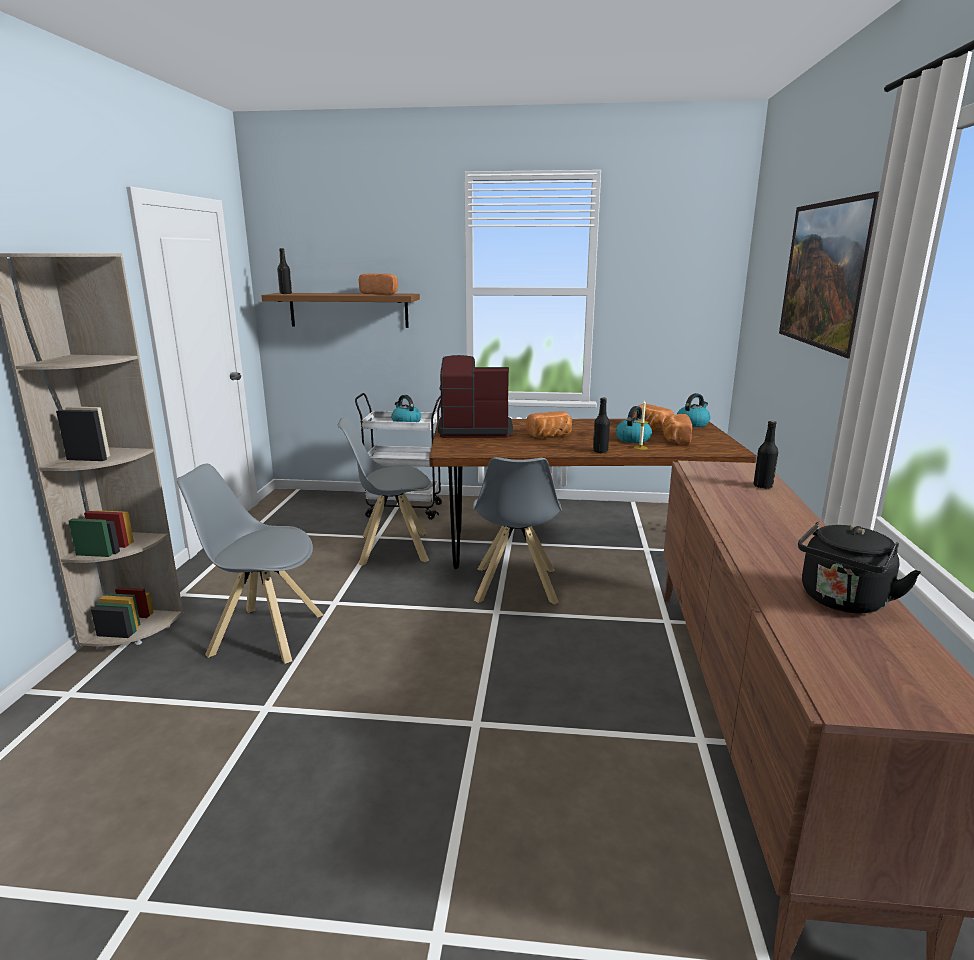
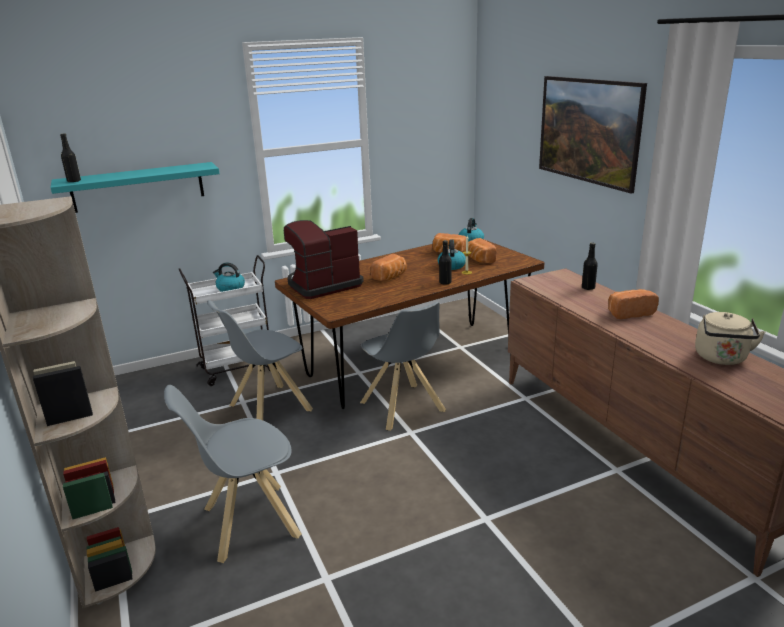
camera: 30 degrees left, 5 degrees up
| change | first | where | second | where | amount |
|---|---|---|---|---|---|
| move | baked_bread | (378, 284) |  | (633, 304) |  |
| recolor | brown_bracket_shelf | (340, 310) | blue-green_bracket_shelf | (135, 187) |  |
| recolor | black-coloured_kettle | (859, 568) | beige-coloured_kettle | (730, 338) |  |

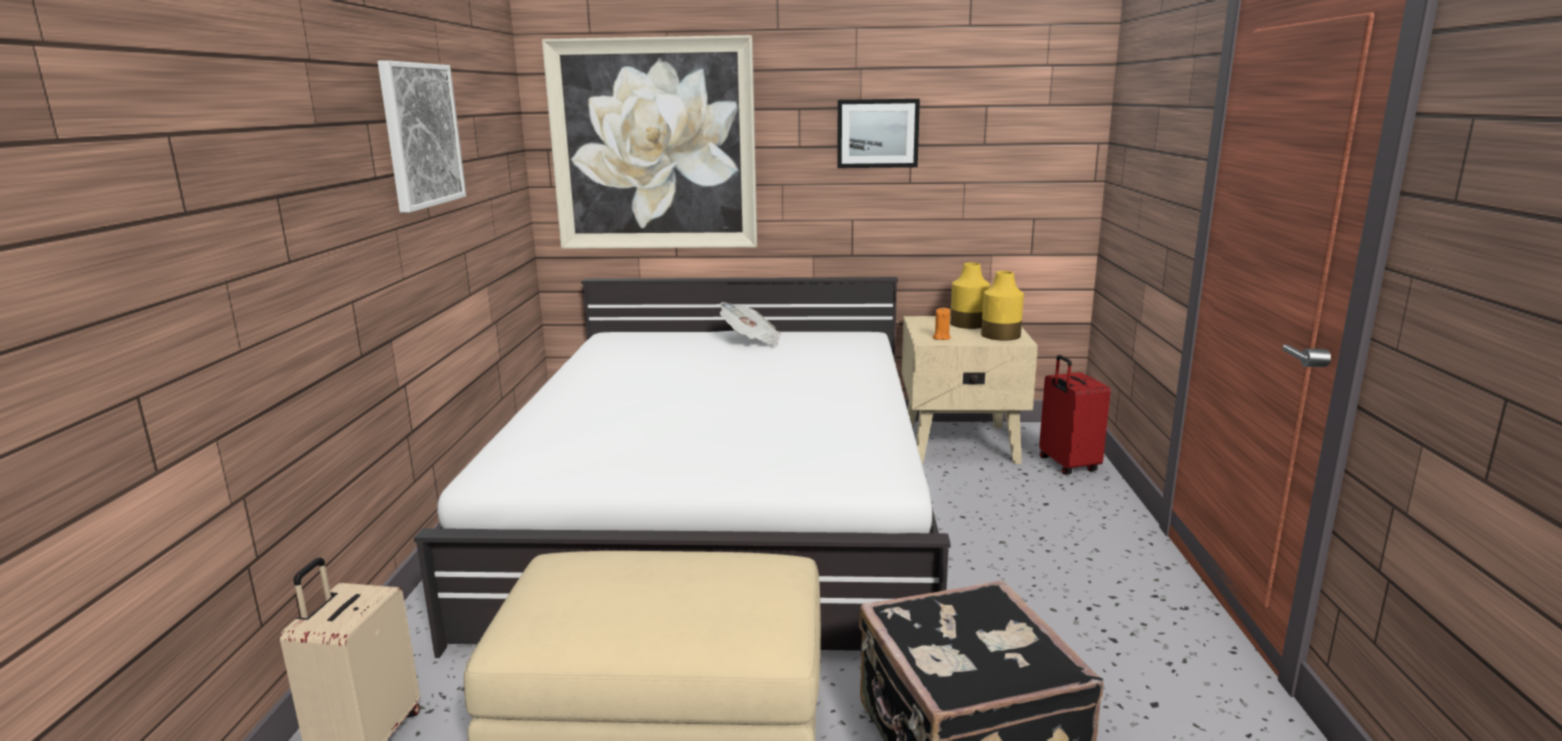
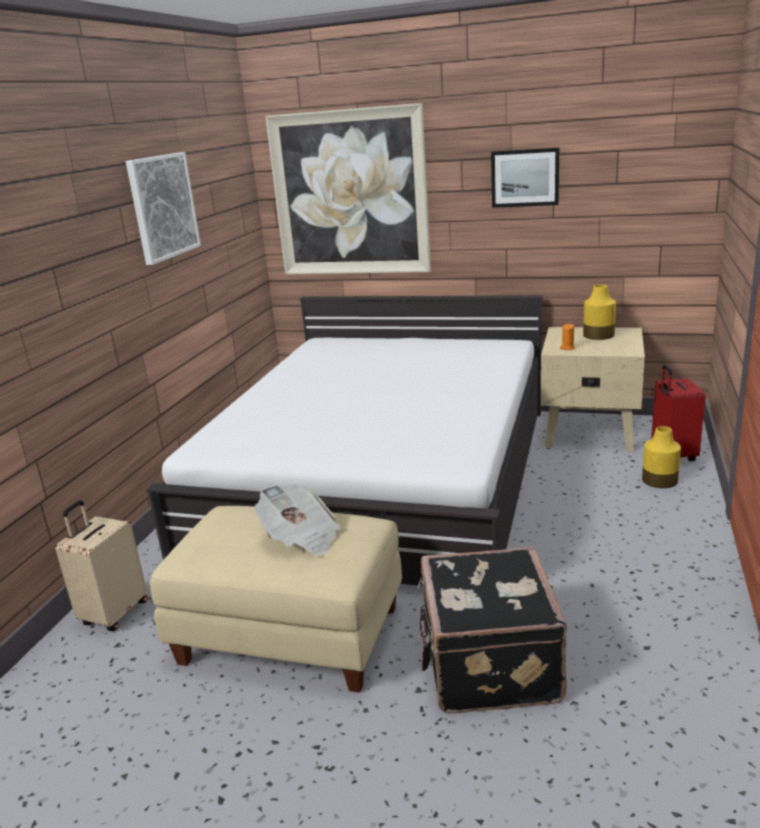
camera: 15 degrees right, 5 degrees up
| change | first | where | second | where | amount |
|---|---|---|---|---|---|
| move | yellow_vase | (1002, 305) |  | (661, 457) |  |
| move | daily_paper | (750, 324) |  | (297, 520) |  |

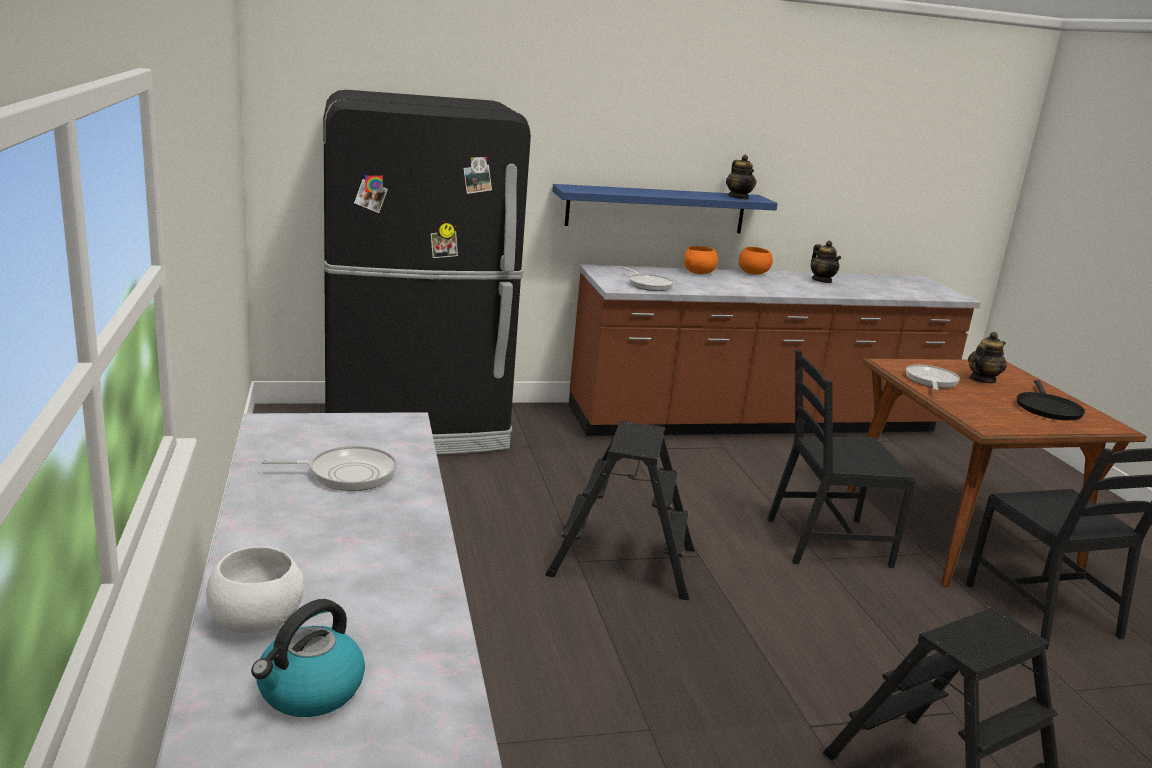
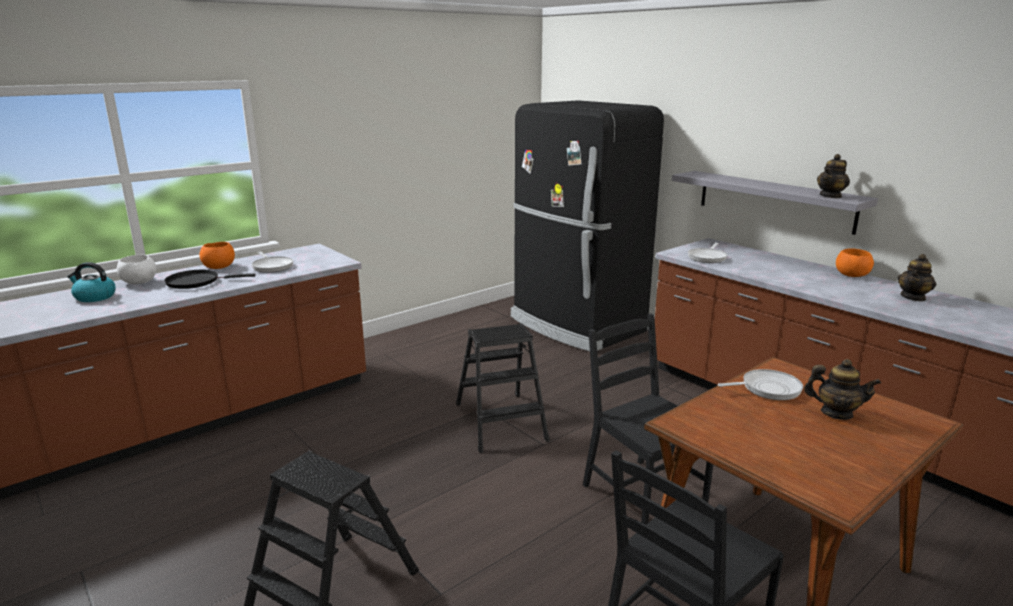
camera: 65 degrees right, 0 degrees up
| change | first | where | second | where | amount |
|---|---|---|---|---|---|
| recolor | blue-coloured_bracket_shelf | (665, 208) | grey_bracket_shelf | (775, 203) |  |
| move | orangey_serving_bowl | (701, 260) |  | (217, 255) |  |
| move | black-coloured_skillet | (1051, 400) |  | (210, 279) |  |

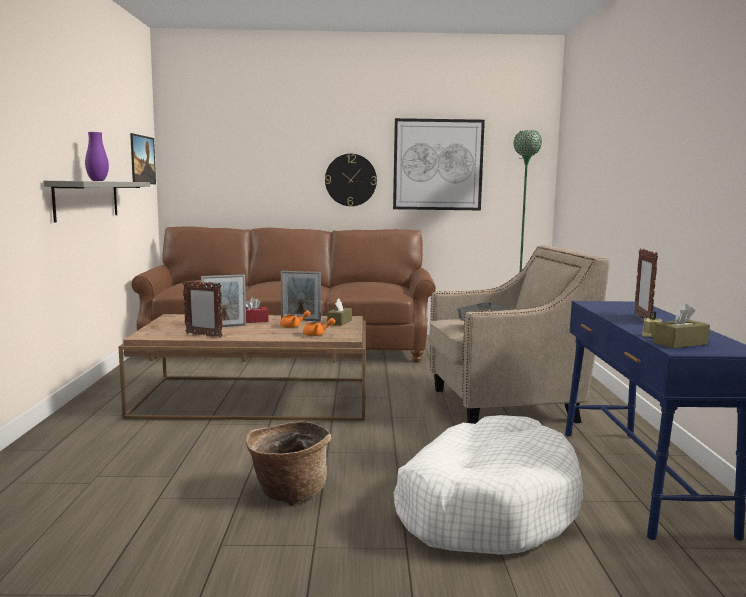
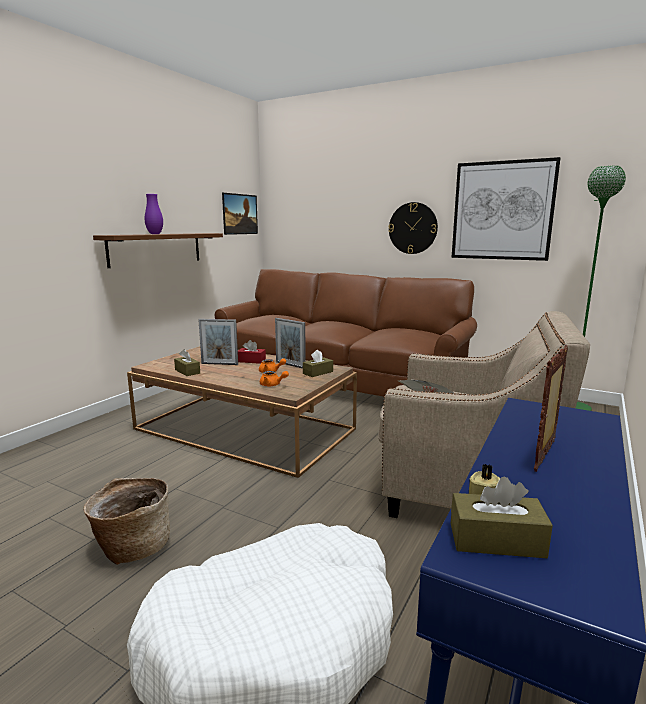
camera: 30 degrees right, 5 degrees up
| change | first | where | second | where | amount |
|---|---|---|---|---|---|
| recolor | grey_bracket_shelf | (96, 202) | brown_bracket_shelf | (158, 250) |  |
| replace | standing_frame | (203, 309) | brown_box_of_tissues | (187, 362) |  |

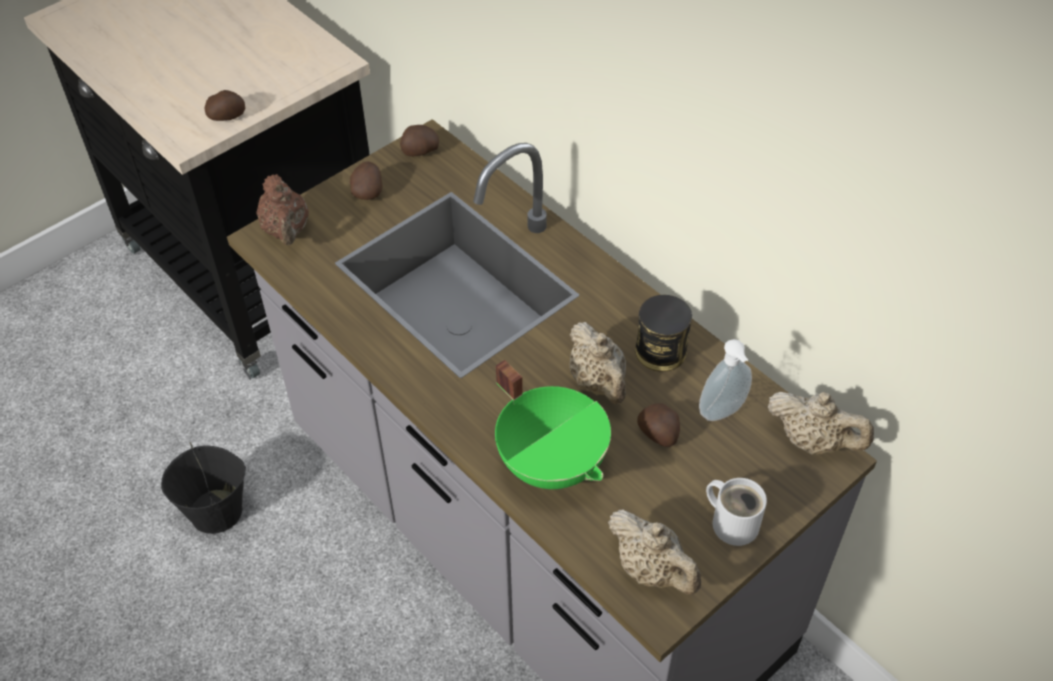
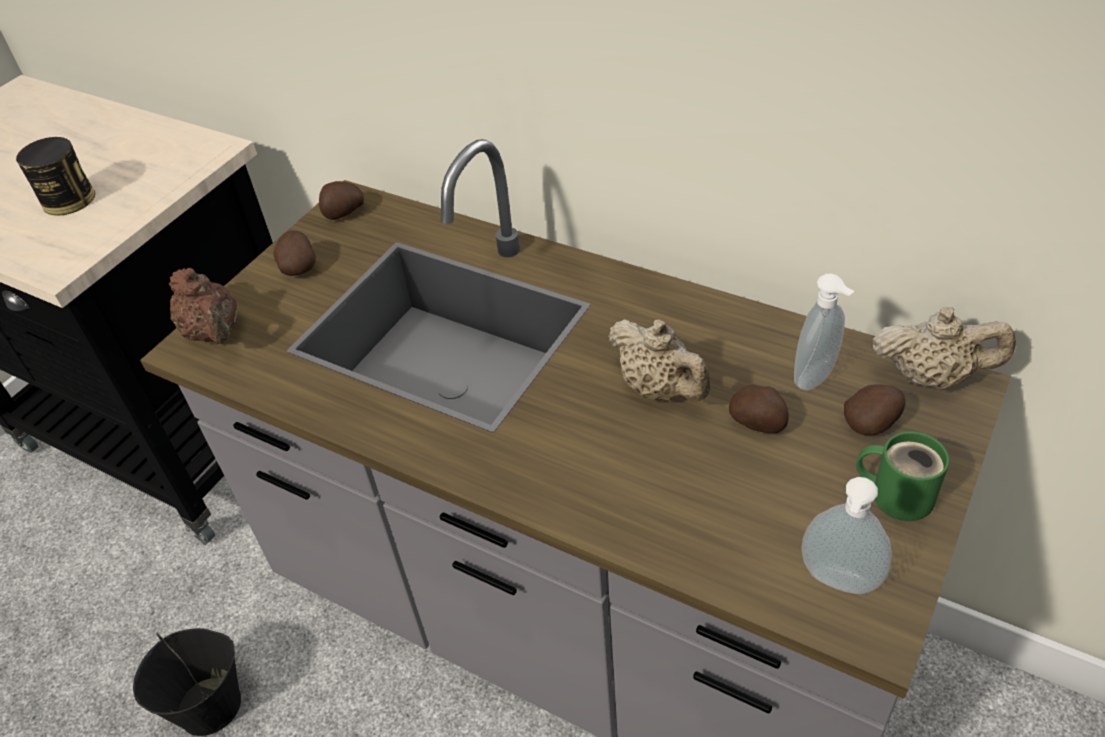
camera: 15 degrees left, 5 degrees down
| change | first | where | second | where | amount |
|---|---|---|---|---|---|
| move | potato | (224, 105) |  | (875, 410) |  |
| move | can | (663, 333) |  | (55, 176) |  |
| delete | green_cooking_pot | (553, 424) |  |  |  |
| recolor | white_tea_mug | (736, 512) | green_tea_mug | (902, 476) |  |
| replace | beige-coloured_tea_pot | (654, 552) | soap_dispenser | (846, 535) |  |

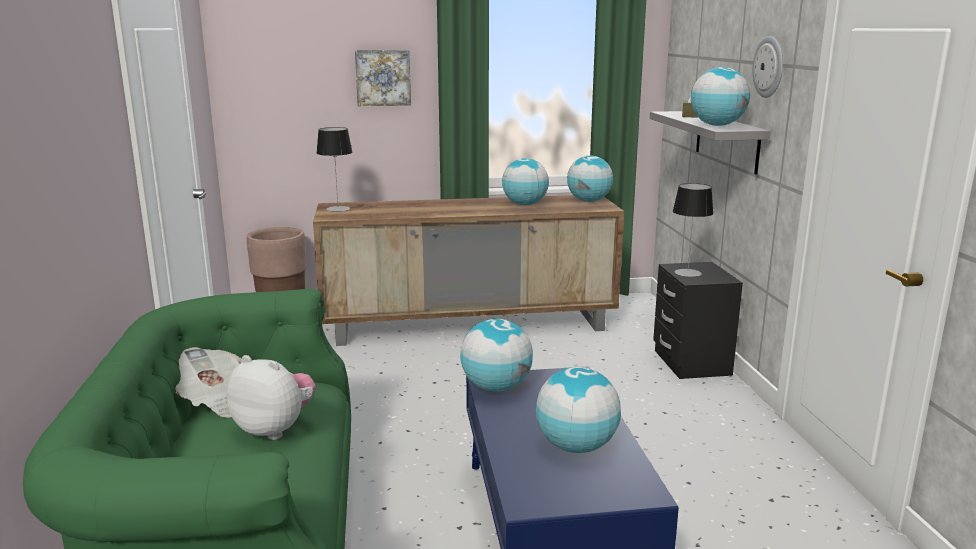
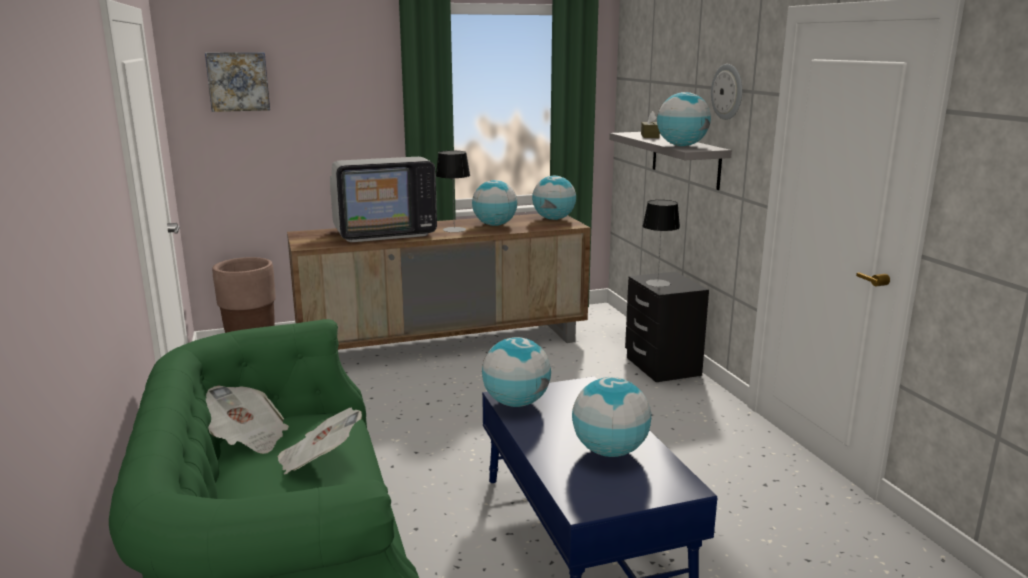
camera: 10 degrees left, 0 degrees up
| change | first | where | second | where | amount |
|---|---|---|---|---|---|
| move | wall_picture | (383, 78) |  | (237, 82) |  |
| move | tabletop_lamp | (334, 169) |  | (453, 191) |  |
| replace | cuddly_toy | (270, 397) | daily_paper | (320, 441) |  |
| insert |  |  | TV_set | (383, 199) |  |

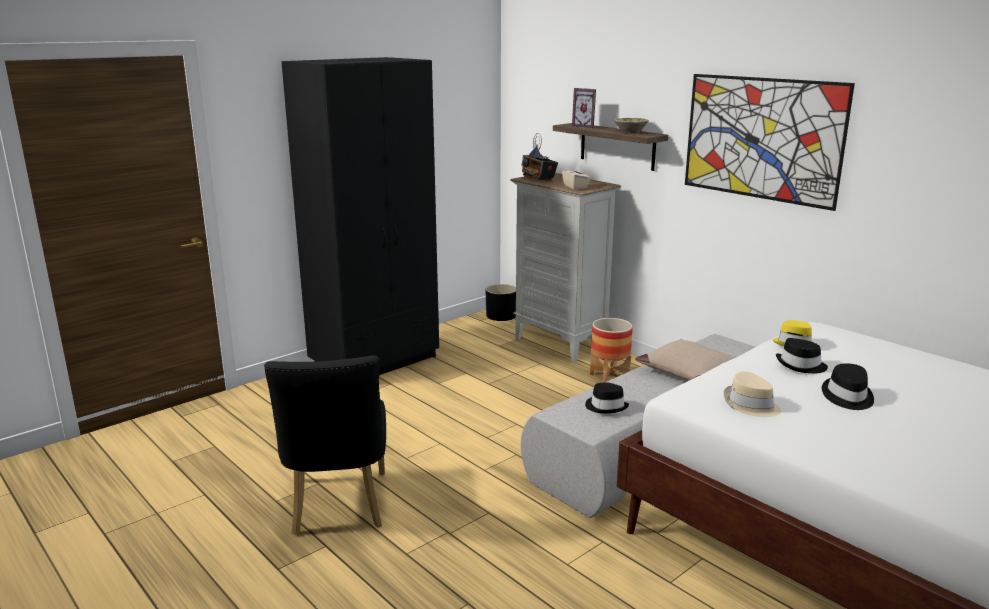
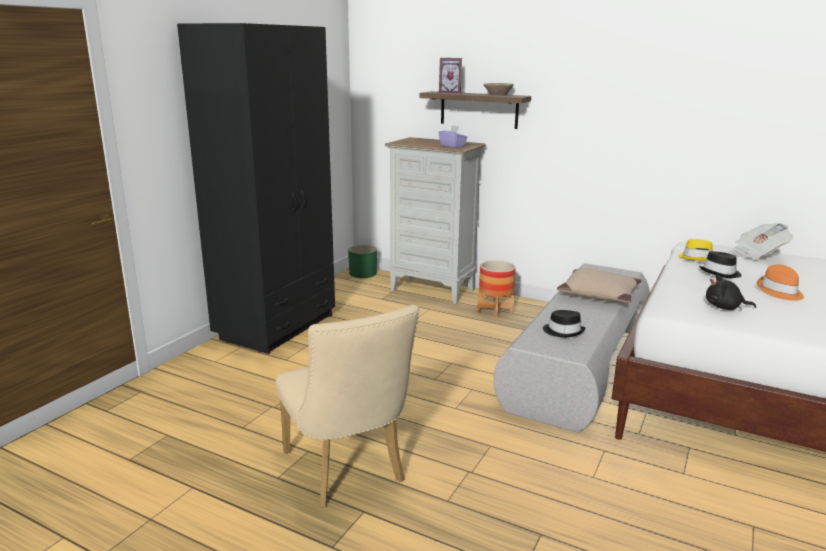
camera: 20 degrees left, 0 degrees up
| change | first | where | second | where | amount |
|---|---|---|---|---|---|
| delete | wall_picture | (770, 142) |  |  |  |
| delete | radio | (539, 157) |  |  |  |
| recolor | beige-coloured_box_of_tissues | (576, 177) | purple-coloured_box_of_tissues | (453, 136) |  |
| recolor | black-coloured_planter | (501, 302) | green_planter | (362, 261) |  |
| recolor | black-coloured_plain_chair | (325, 445) | beige-coloured_plain_chair | (347, 406) |  |
| recolor | black-coloured_wearable_hat | (848, 386) | orangey_wearable_hat | (780, 283) |  |
| replace | beige-coloured_wearable_hat | (752, 394) | black-coloured_cuddly_toy | (731, 292) |  |
| insert |  |  | daily_paper | (760, 241) |  |

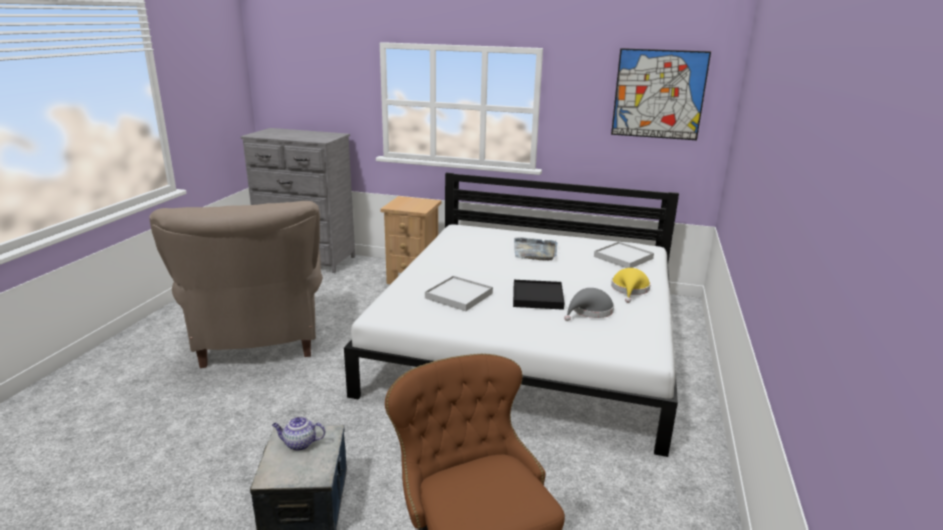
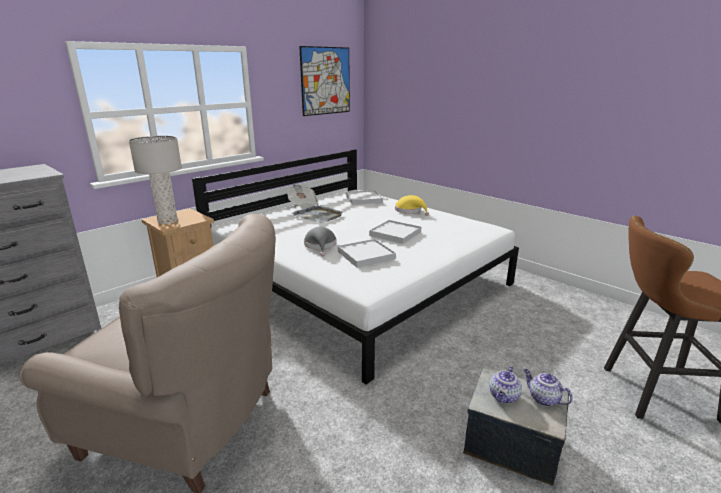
camera: 60 degrees left, 0 degrees up
| change | first | where | second | where | amount |
|---|---|---|---|---|---|
| recolor | black-coloured_carrying_tray | (539, 295) | white_carrying_tray | (395, 232) |  |
| move | grey_wearable_hat | (589, 304) |  | (320, 242) |  |
| insert |  |  | white_tabletop_lamp | (155, 180) |  |
| insert |  |  | daily_paper | (302, 196) |  |
| insert |  |  | tea_pot | (548, 387) |  |

